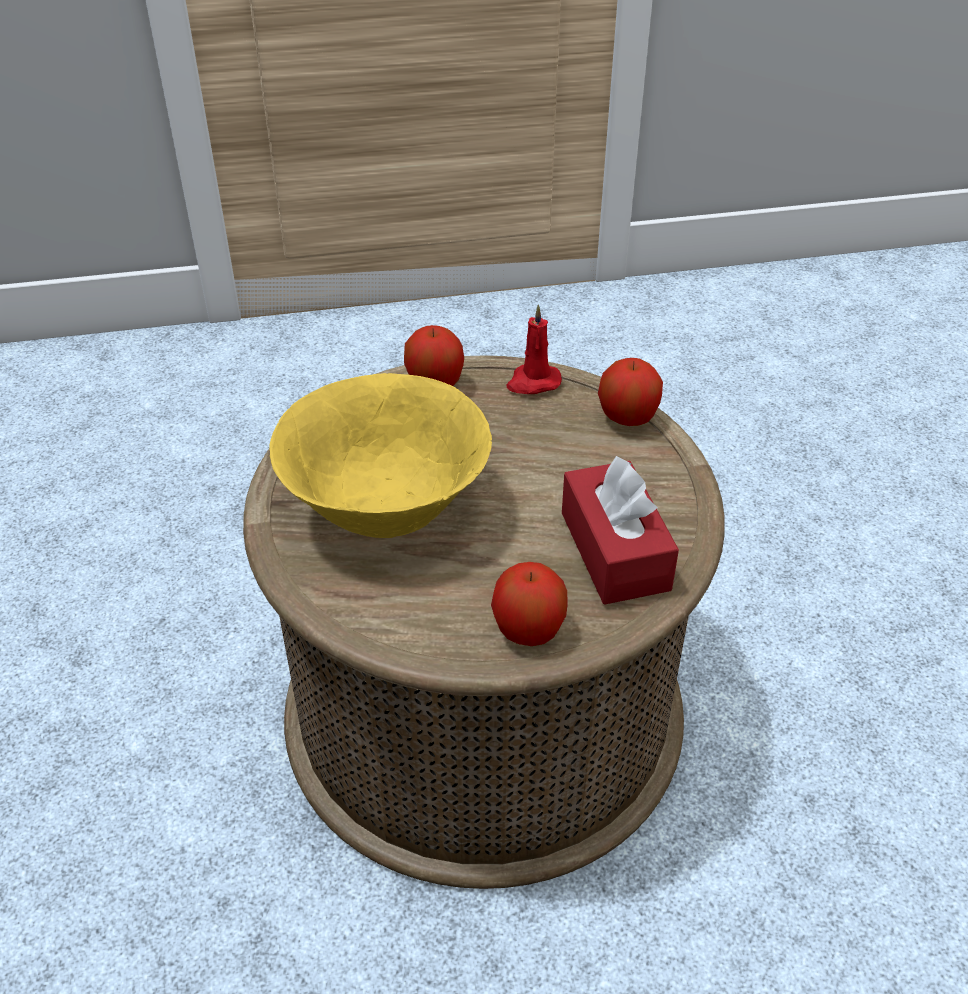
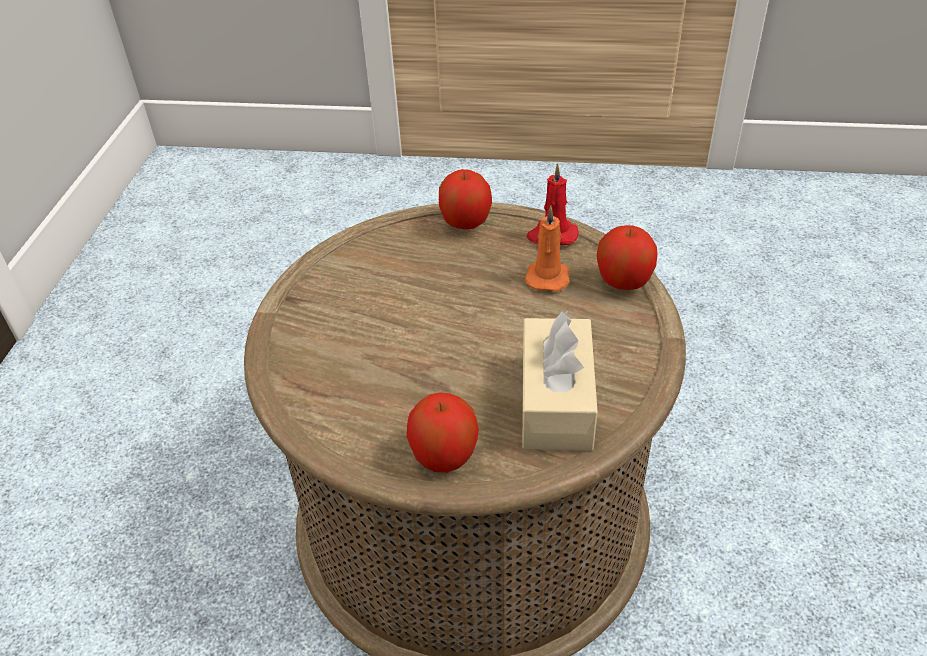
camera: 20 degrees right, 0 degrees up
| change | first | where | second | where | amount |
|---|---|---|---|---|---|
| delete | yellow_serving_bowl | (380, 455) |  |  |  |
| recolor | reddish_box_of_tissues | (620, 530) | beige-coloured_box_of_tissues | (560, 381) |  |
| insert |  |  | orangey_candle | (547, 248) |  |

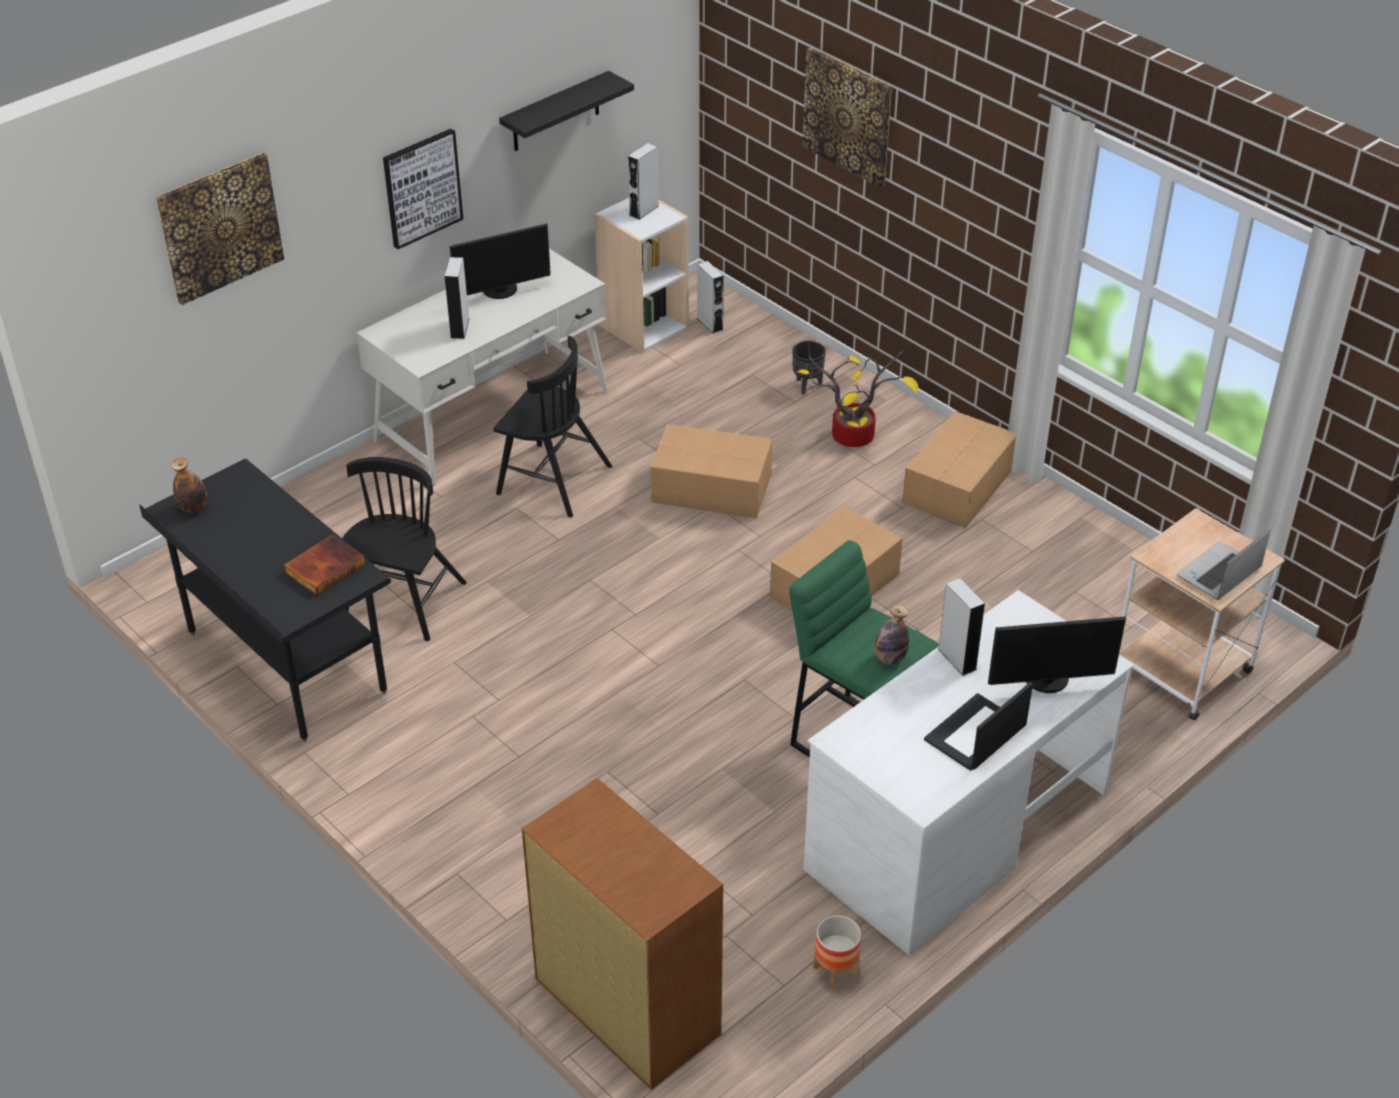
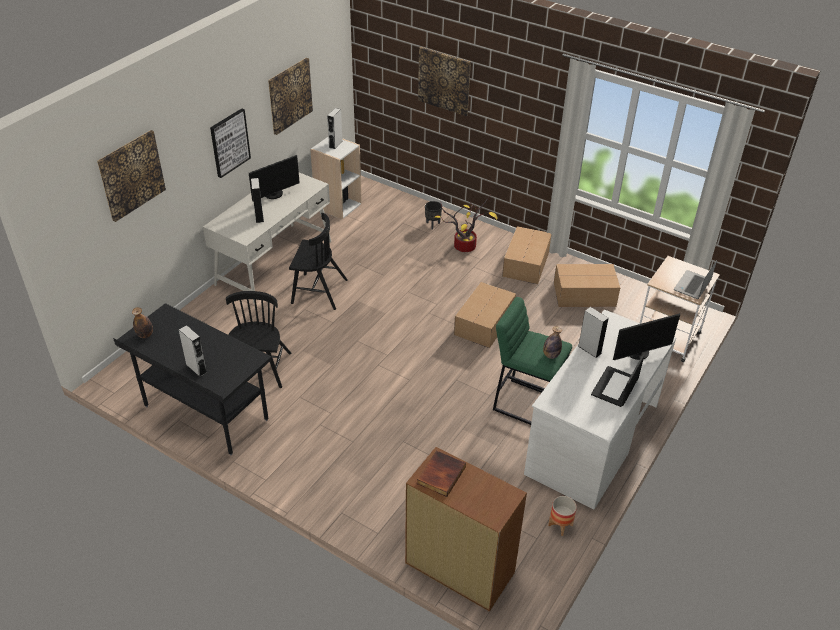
camera: 15 degrees left, 0 degrees up
| change | first | where | second | where | amount |
|---|---|---|---|---|---|
| replace | black-coloured_bracket_shelf | (566, 111) | wall_picture | (290, 96) |  |
| move | grey_speaker | (710, 297) |  | (193, 351) |  |
| move | cardboard_box | (711, 471) |  | (587, 285) |  |
| move | book | (324, 565) |  | (441, 473) |  |

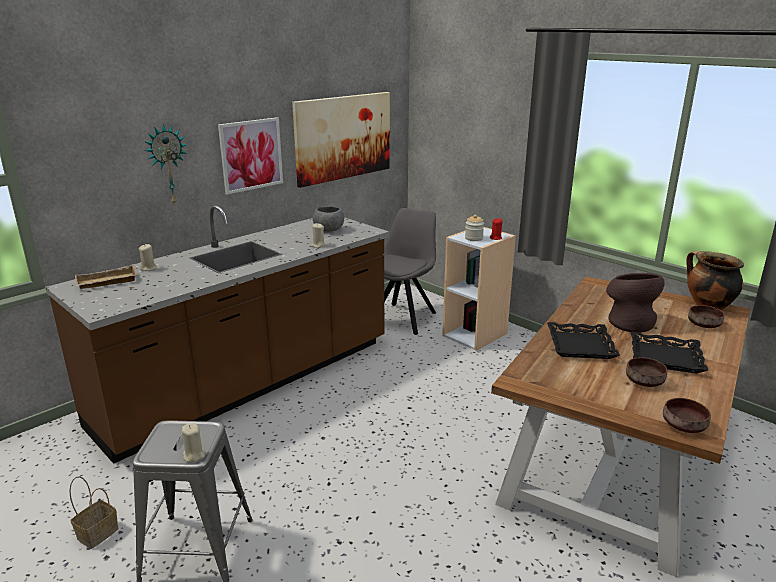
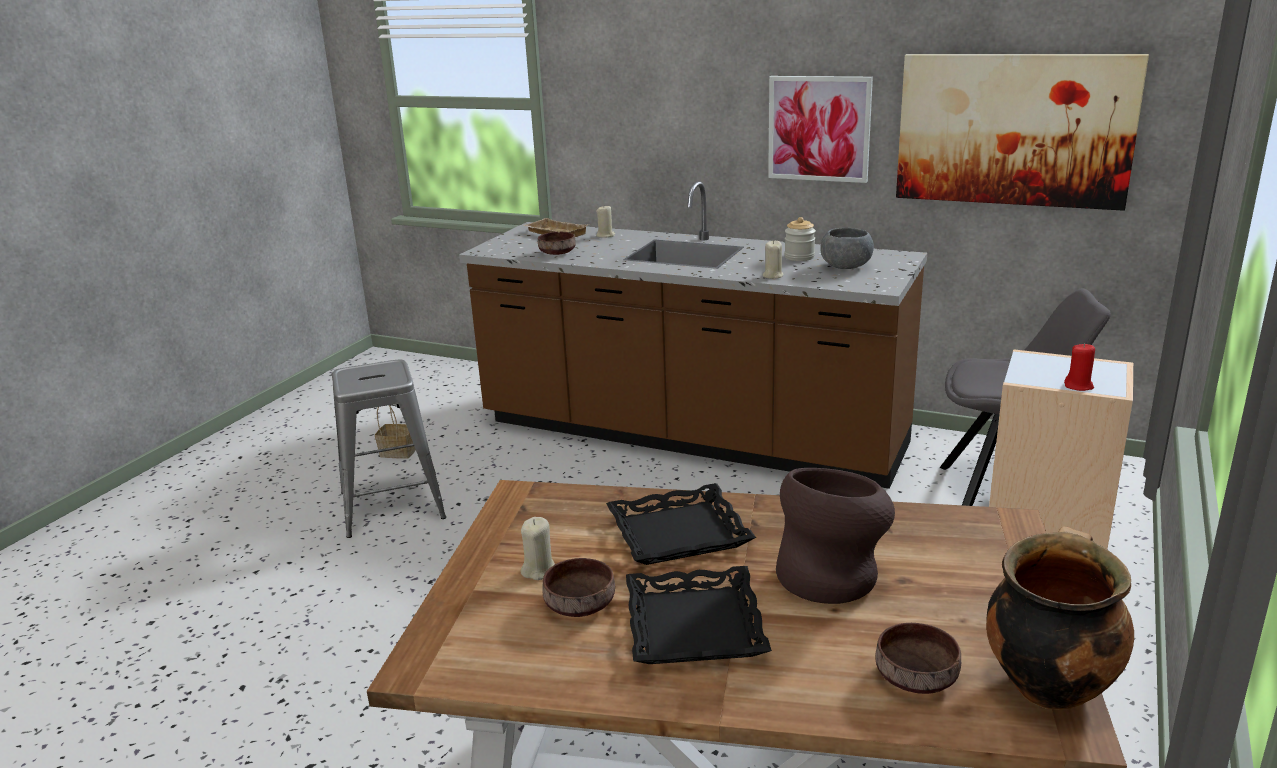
camera: 70 degrees right, 0 degrees up
| change | first | where | second | where | amount |
|---|---|---|---|---|---|
| delete | clock_on_the_wall | (165, 165) |  |  |  |
| move | jar | (474, 228) |  | (800, 239) |  |
| move | brown_serving_bowl | (687, 415) |  | (557, 243) |  |
| move | beige-coloured_candle | (193, 442) |  | (538, 548) |  |

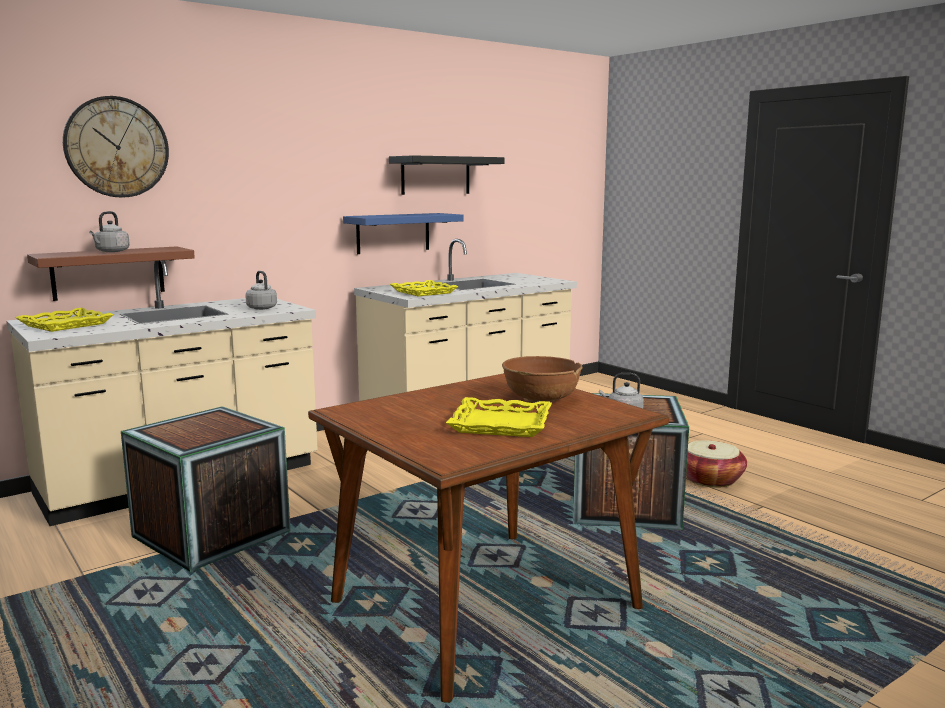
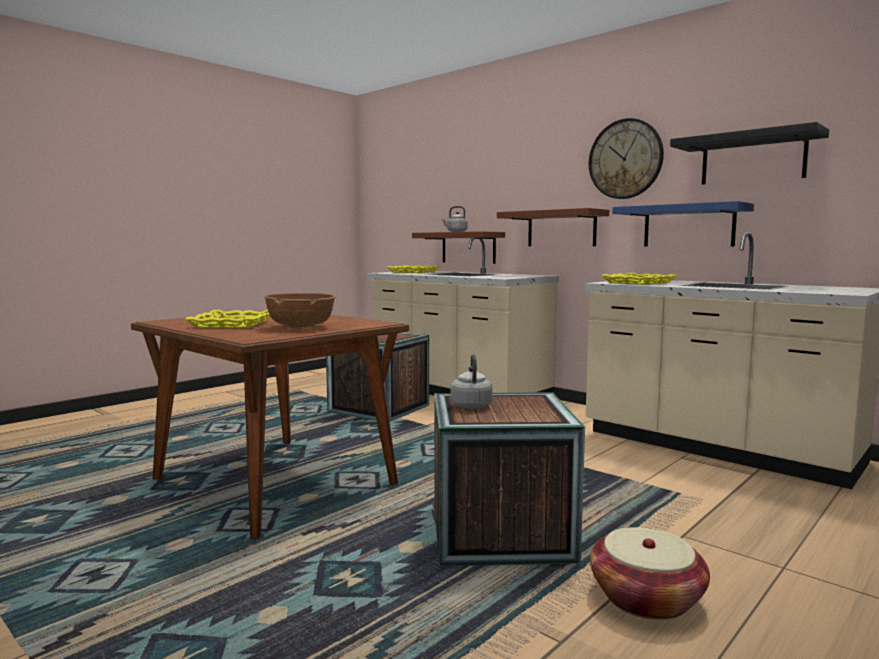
camera: 80 degrees right, 5 degrees down
| change | first | where | second | where | amount |
|---|---|---|---|---|---|
| move | clock_on_the_wall | (116, 147) |  | (626, 158) |  |
| delete | grey_kettle | (261, 290) |  |  |  |
| insert |  |  | brown_bracket_shelf | (553, 227) |  |

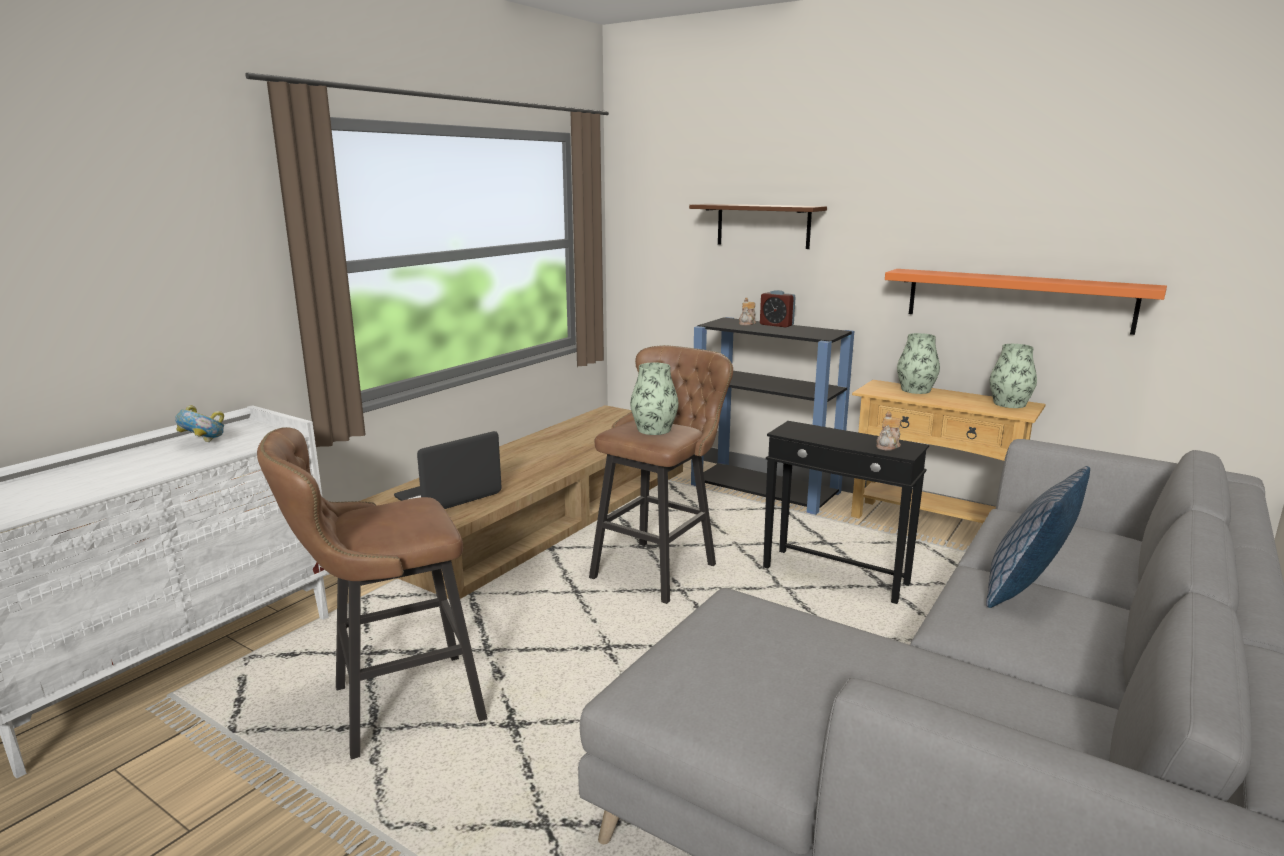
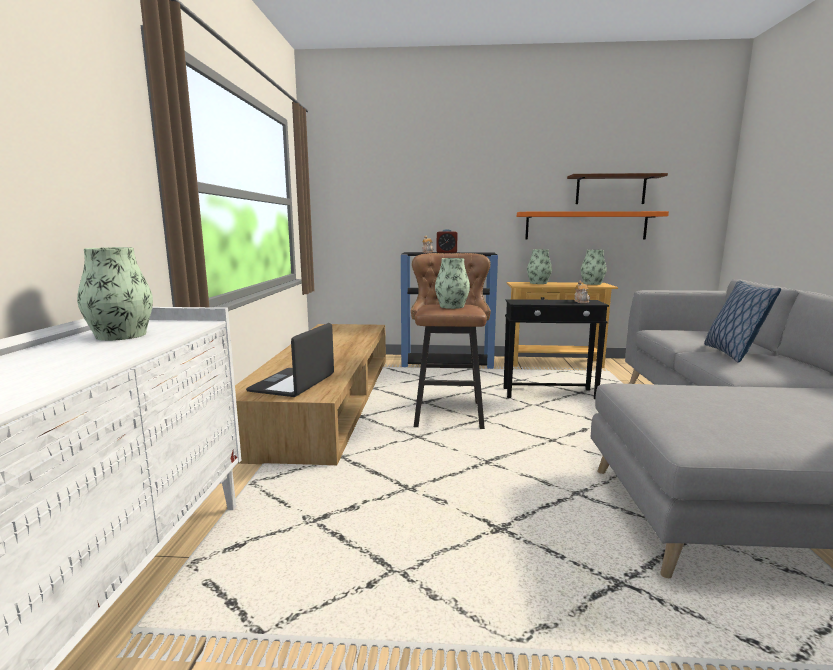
camera: 30 degrees left, 5 degrees down
| change | first | where | second | where | amount |
|---|---|---|---|---|---|
| move | brown_bracket_shelf | (758, 226) |  | (617, 188) |  |
| replace | serving_bowl | (199, 423) | vase | (115, 294) |  |
| delete | brown_stool_seat | (372, 593) |  |  |  |

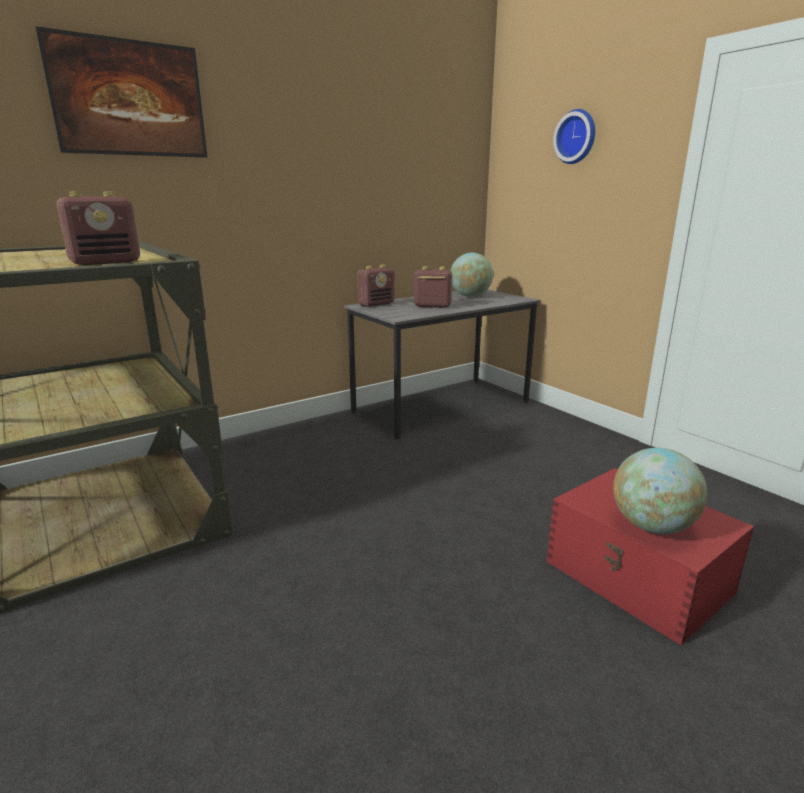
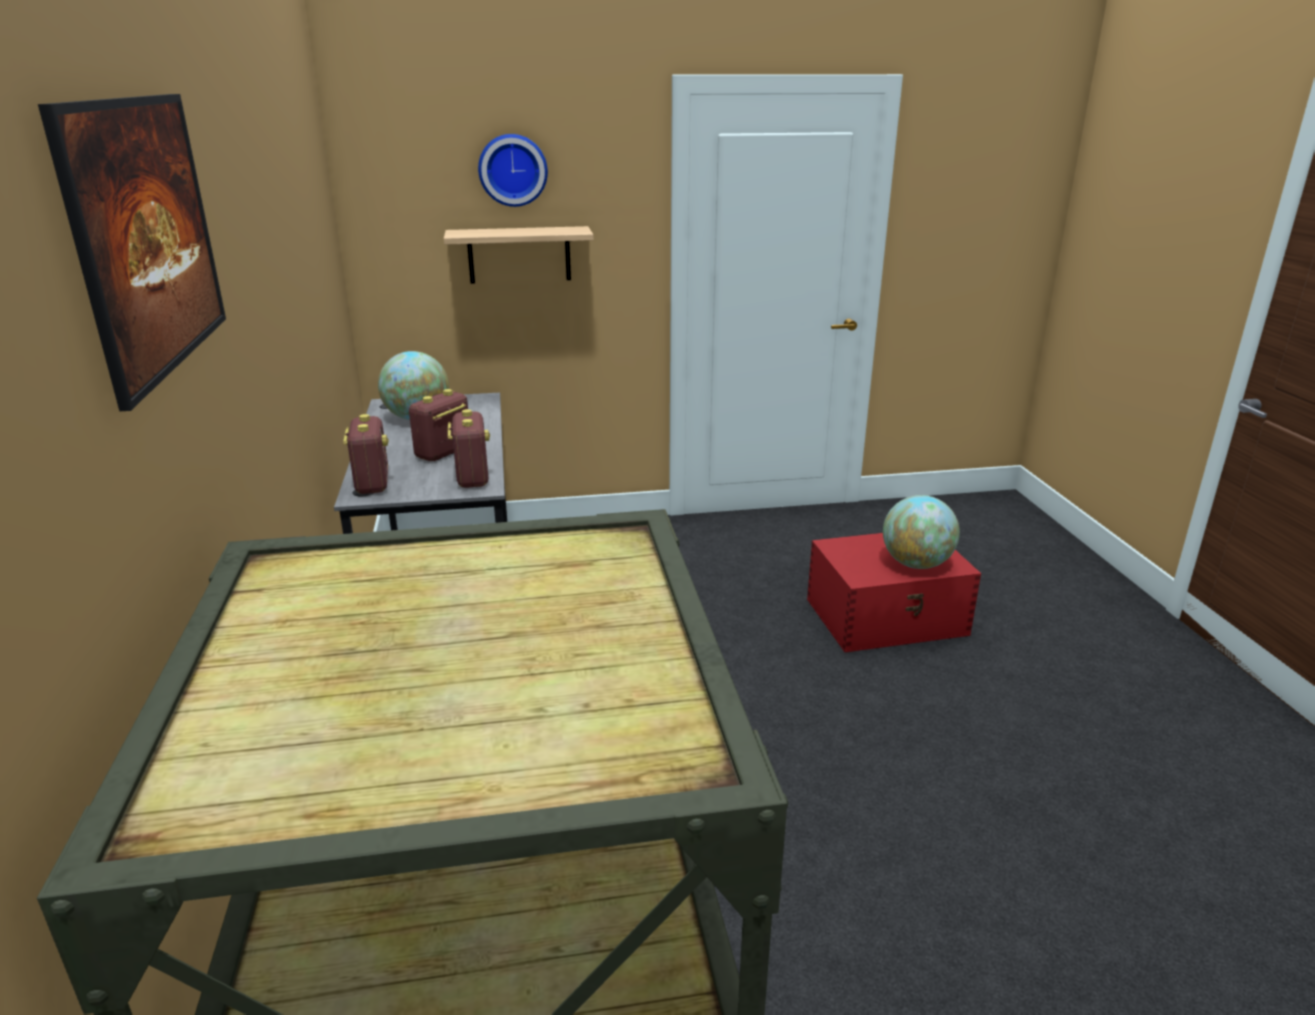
camera: 65 degrees left, 5 degrees up
| change | first | where | second | where | amount |
|---|---|---|---|---|---|
| move | radio | (98, 228) |  | (469, 448) |  |
| insert |  |  | bracket_shelf | (519, 255) |  |

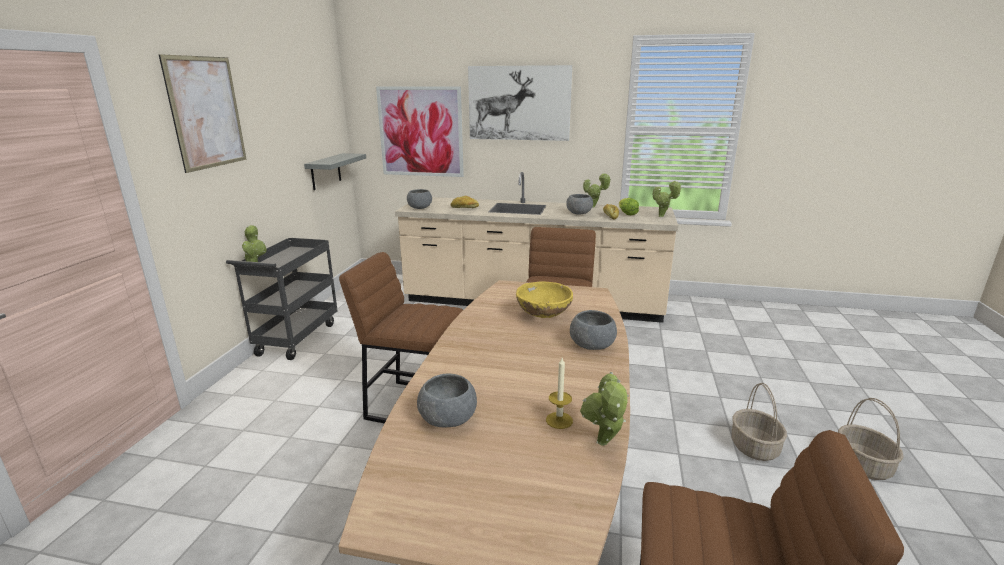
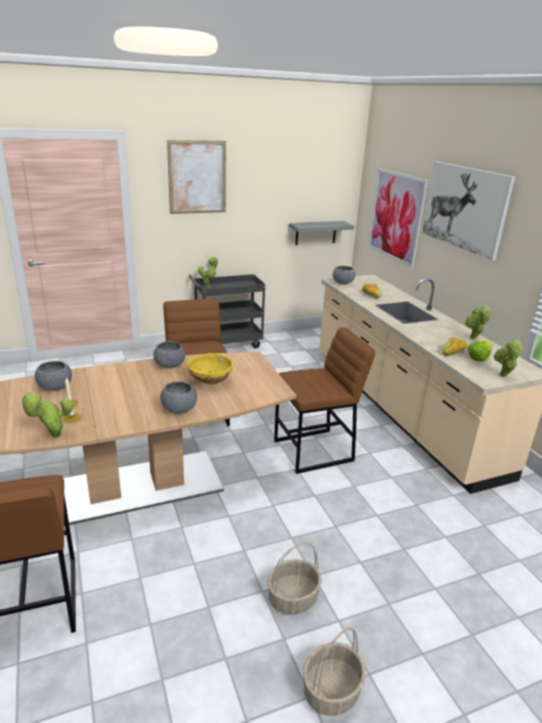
camera: 55 degrees right, 5 degrees up
| change | first | where | second | where | amount |
|---|---|---|---|---|---|
| move | grey_serving_bowl | (579, 204) |  | (169, 354) |  |

